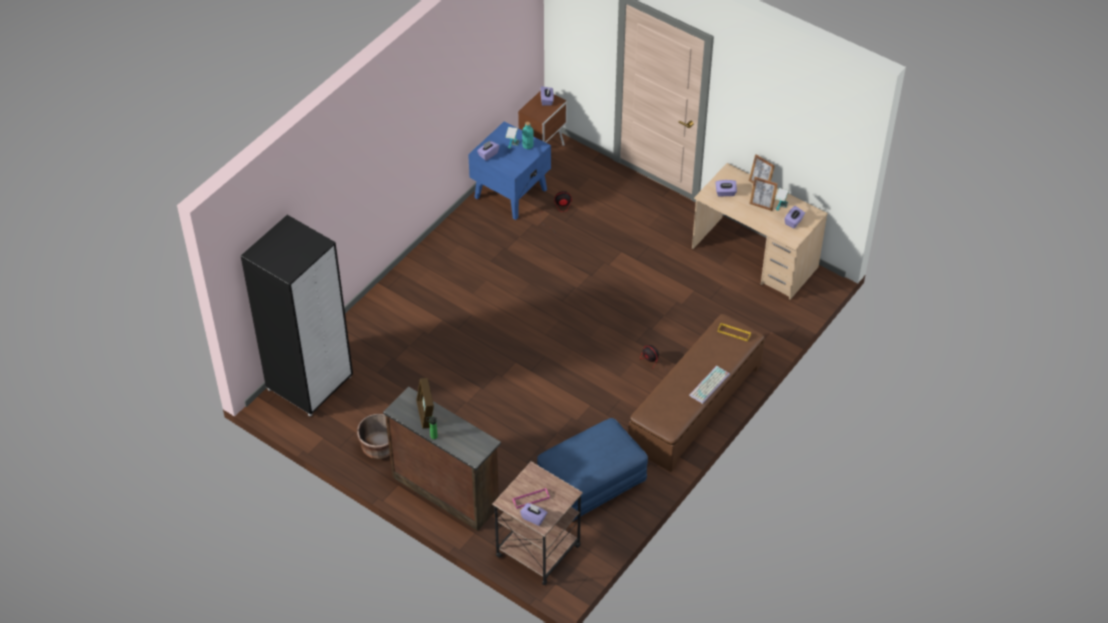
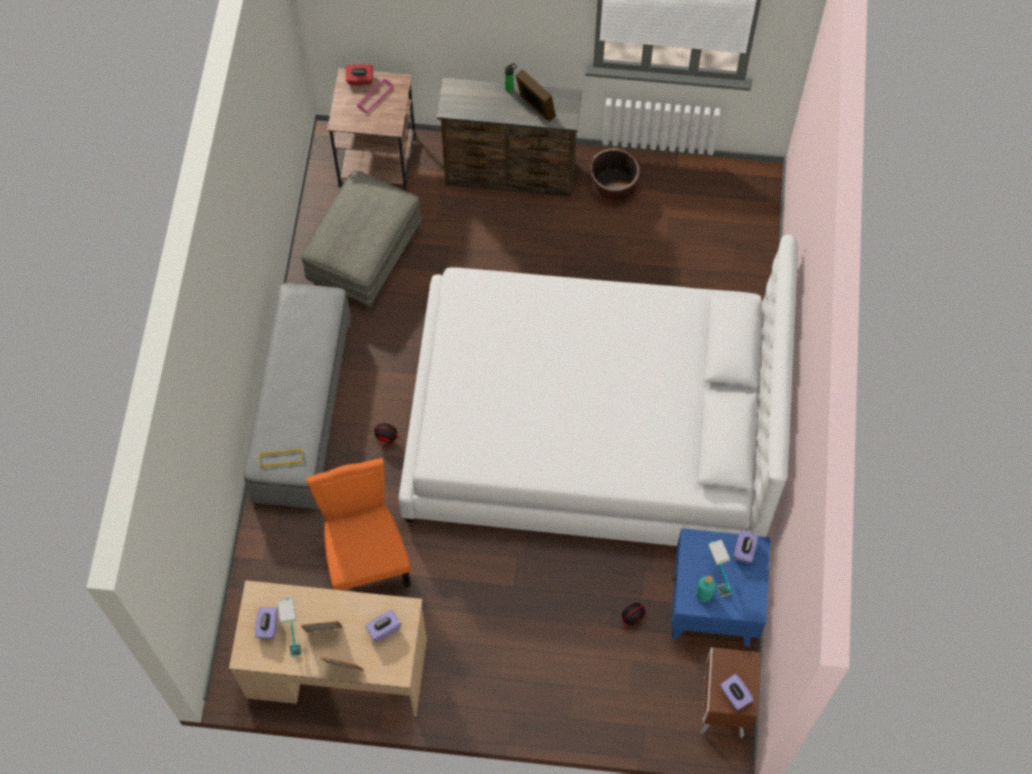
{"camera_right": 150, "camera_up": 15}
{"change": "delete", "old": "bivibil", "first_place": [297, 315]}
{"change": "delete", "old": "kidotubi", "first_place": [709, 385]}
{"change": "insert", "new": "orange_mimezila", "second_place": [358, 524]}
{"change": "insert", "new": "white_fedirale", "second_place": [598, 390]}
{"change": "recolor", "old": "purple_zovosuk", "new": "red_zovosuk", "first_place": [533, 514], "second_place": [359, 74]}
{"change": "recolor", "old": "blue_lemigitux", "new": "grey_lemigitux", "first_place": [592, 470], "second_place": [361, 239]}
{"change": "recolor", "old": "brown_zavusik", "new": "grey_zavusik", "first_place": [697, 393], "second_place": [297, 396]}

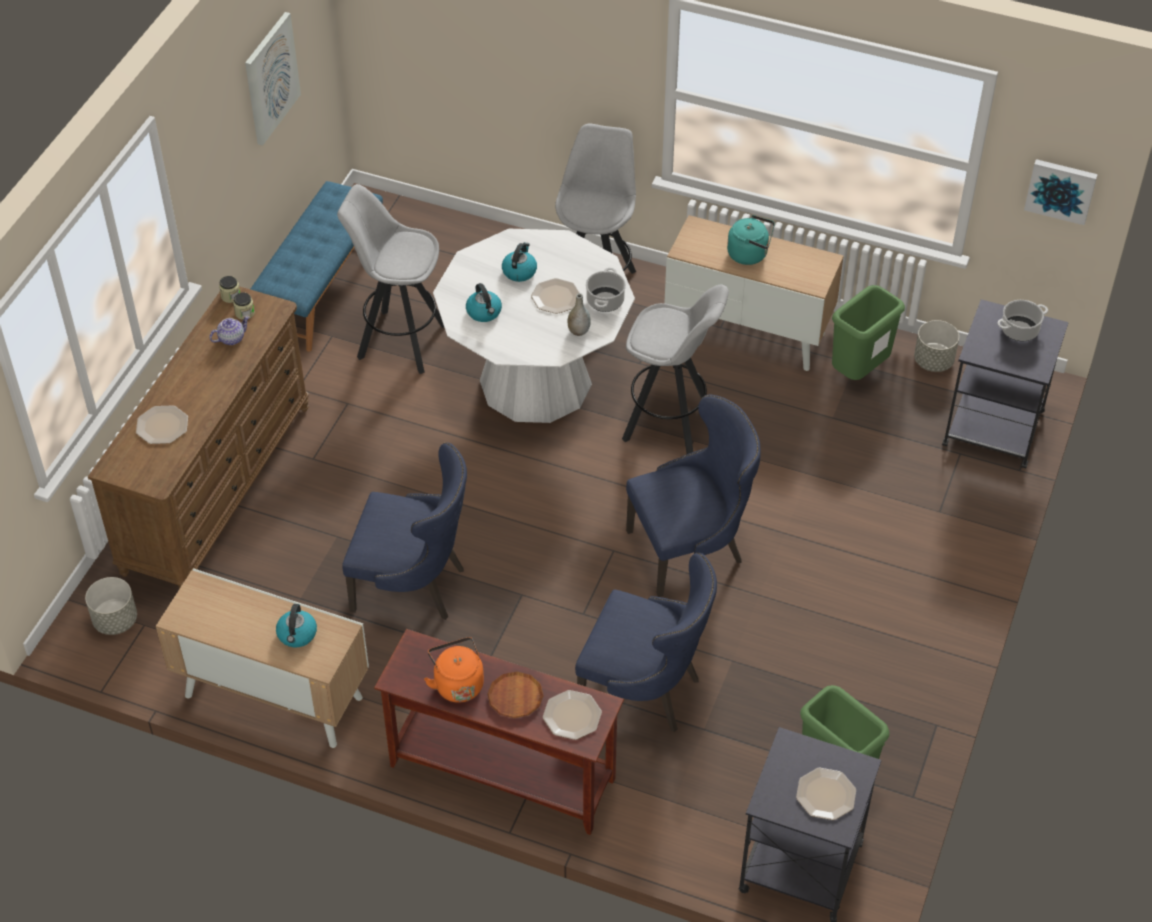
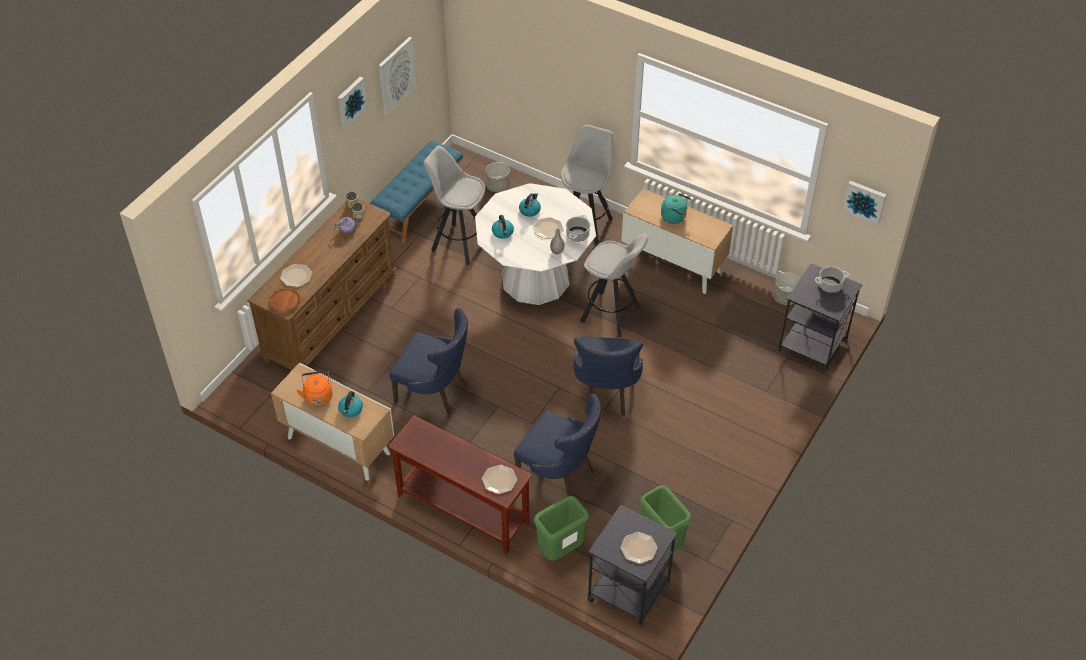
{"camera_right": 10, "camera_up": 0}
{"change": "insert", "new": "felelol", "second_place": [352, 102]}
{"change": "move", "old": "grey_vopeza", "first_place": [111, 606], "second_place": [498, 177]}
{"change": "move", "old": "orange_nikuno", "first_place": [454, 670], "second_place": [314, 388]}
{"change": "move", "old": "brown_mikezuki", "first_place": [515, 695], "second_place": [284, 300]}
{"change": "move", "old": "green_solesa", "first_place": [868, 332], "second_place": [561, 528]}
{"change": "rotate", "old": "blue_mimezila", "first_place": [693, 495], "second_place": [608, 376], "degrees": 105}

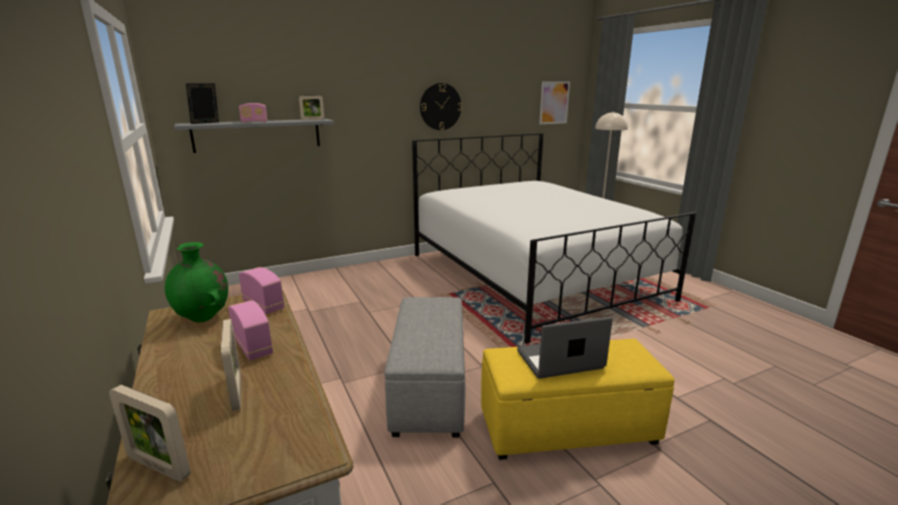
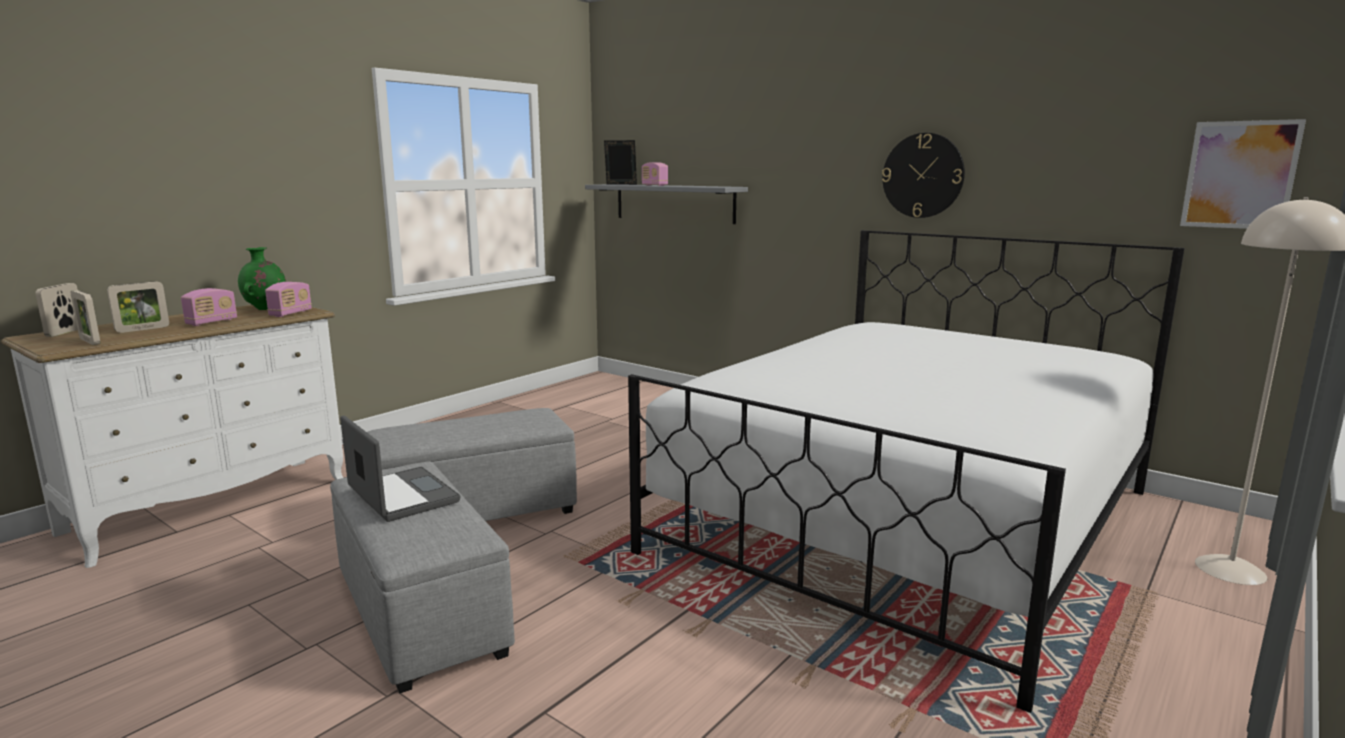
{"camera_right": 65, "camera_up": -5}
{"change": "move", "old": "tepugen", "first_place": [311, 108], "second_place": [85, 317]}
{"change": "recolor", "old": "yellow_lemigitux", "new": "grey_lemigitux", "first_place": [577, 399], "second_place": [422, 577]}

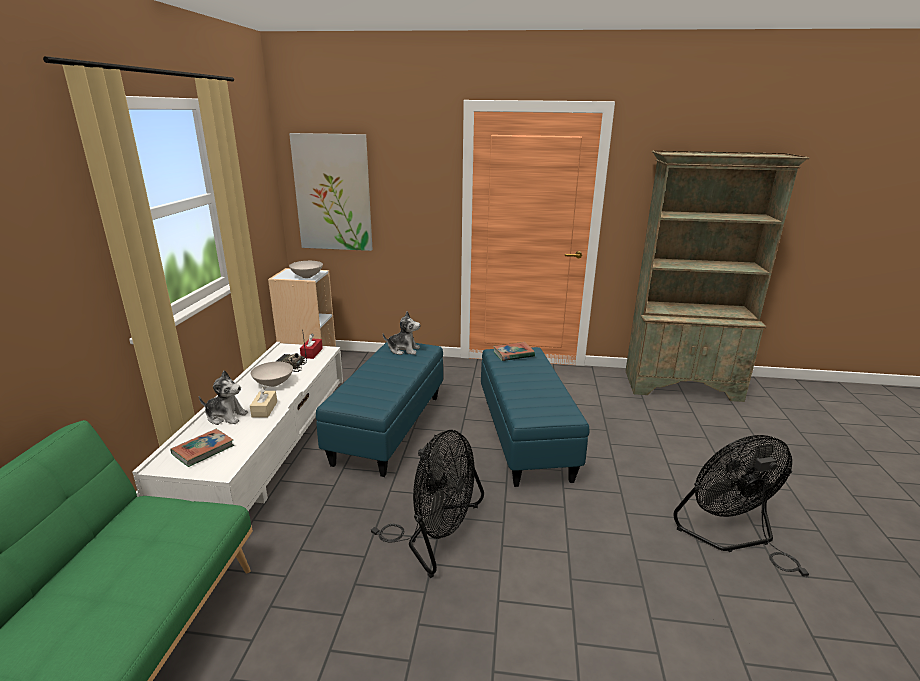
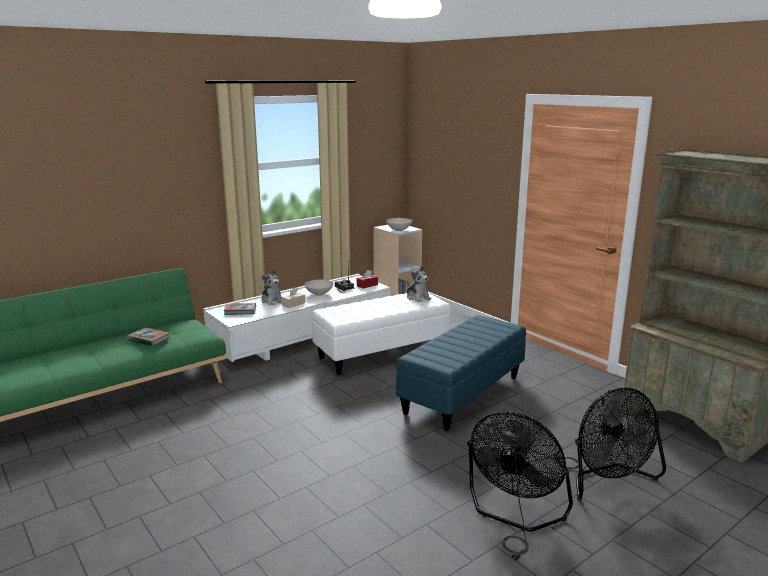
{"camera_right": 45, "camera_up": -5}
{"change": "delete", "old": "felelol", "first_place": [331, 192]}
{"change": "move", "old": "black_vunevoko", "first_place": [427, 504], "second_place": [609, 444]}
{"change": "move", "old": "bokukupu", "first_place": [514, 351], "second_place": [148, 337]}
{"change": "recolor", "old": "blue_lemigitux", "new": "white_lemigitux", "first_place": [379, 409], "second_place": [381, 334]}

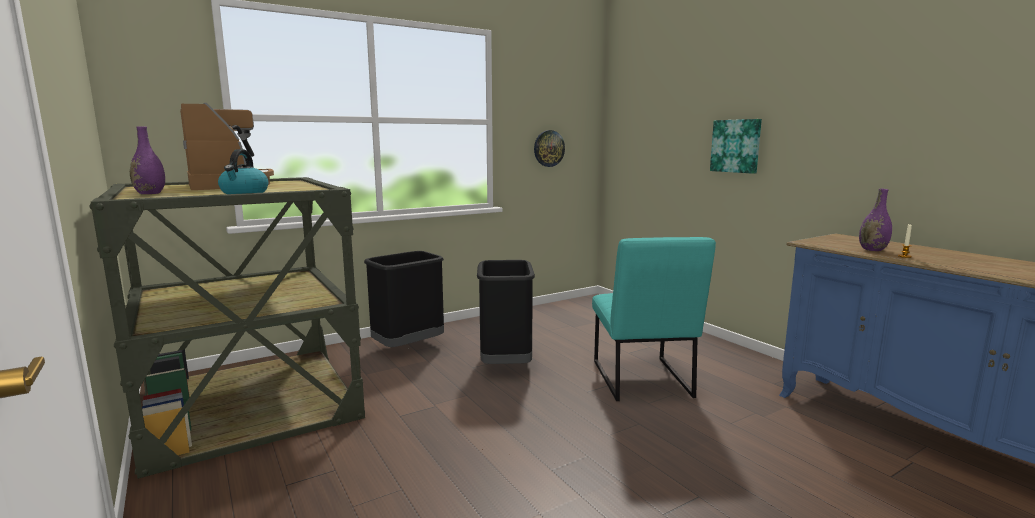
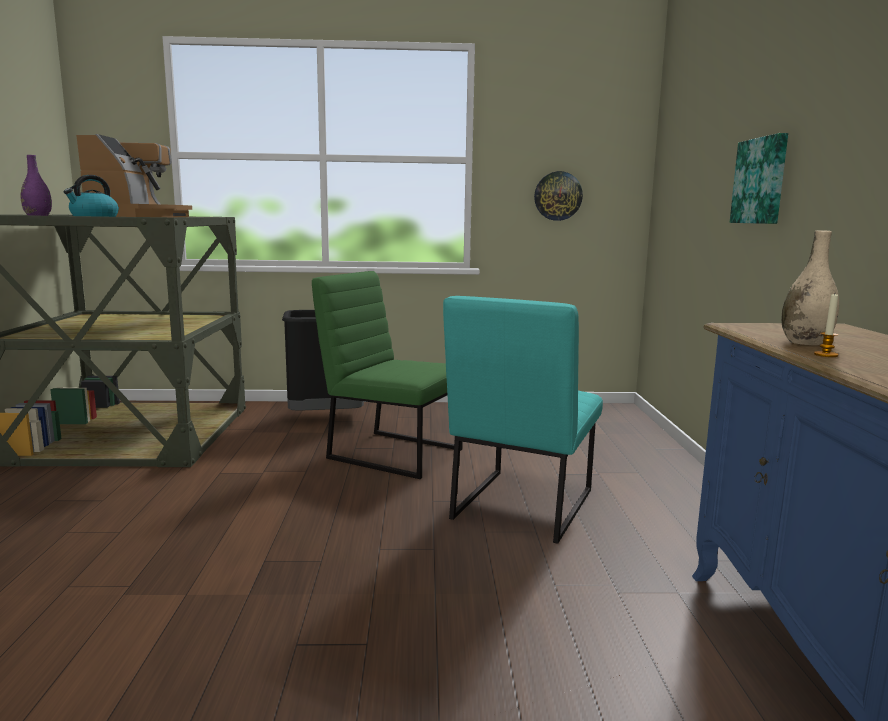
{"camera_right": 30, "camera_up": 0}
{"change": "replace", "old": "black_solesa", "new": "green_mimezila", "first_place": [506, 312], "second_place": [387, 375]}
{"change": "recolor", "old": "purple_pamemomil", "new": "beige_pamemomil", "first_place": [875, 220], "second_place": [810, 288]}

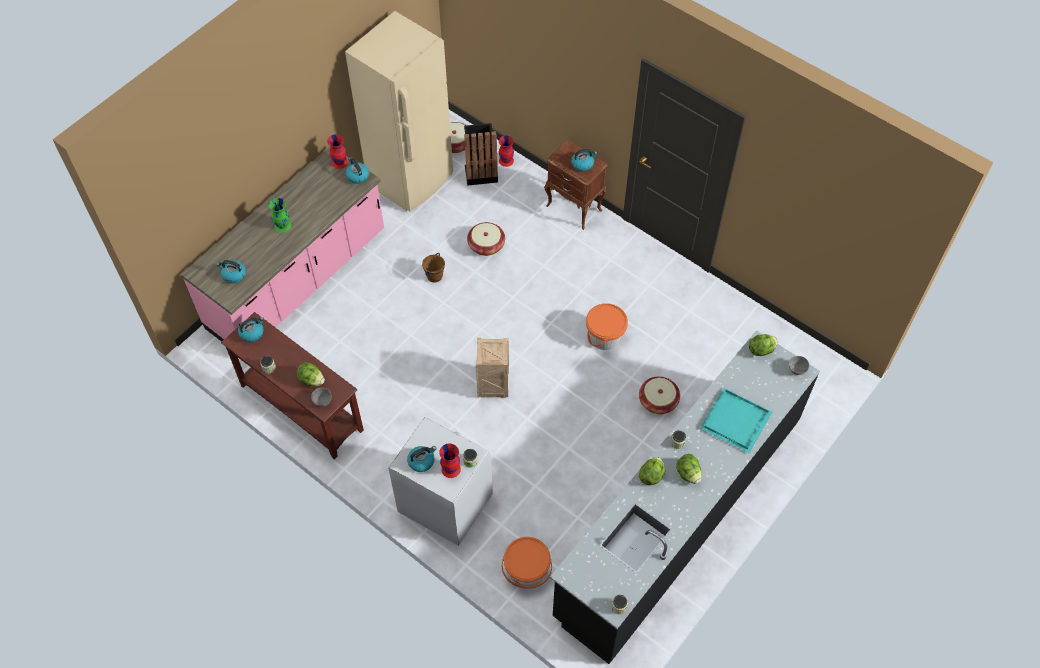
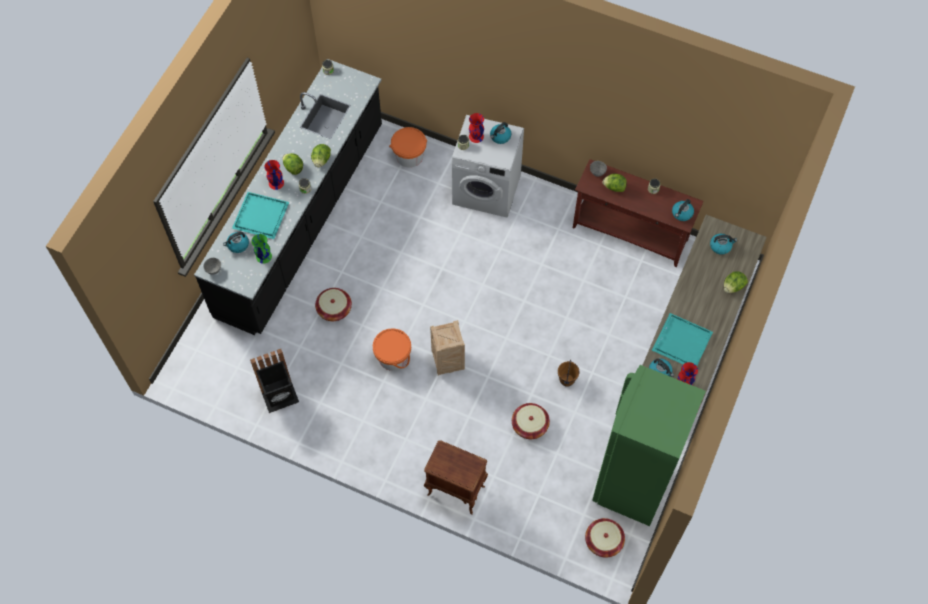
{"camera_right": 165, "camera_up": 5}
{"change": "insert", "new": "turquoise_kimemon", "second_place": [682, 339]}
{"change": "move", "old": "green_pamemomil", "first_place": [279, 215], "second_place": [261, 249]}
{"change": "move", "old": "black_solesa", "first_place": [481, 154], "second_place": [274, 381]}
{"change": "move", "old": "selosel", "first_place": [492, 368], "second_place": [447, 348]}
{"change": "move", "old": "red_pamemomil", "first_place": [506, 151], "second_place": [274, 175]}
{"change": "move", "old": "nikuno", "first_place": [584, 160], "second_place": [236, 242]}
{"change": "move", "old": "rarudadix", "first_place": [763, 345], "second_place": [736, 282]}
{"change": "recolor", "old": "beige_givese", "new": "green_givese", "first_place": [399, 111], "second_place": [649, 445]}

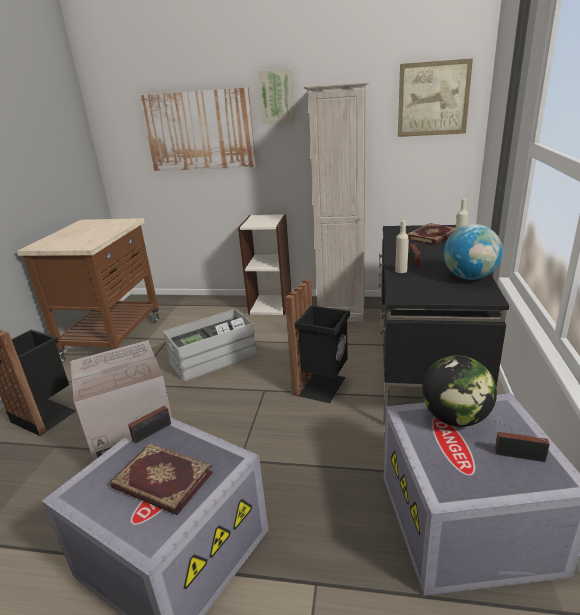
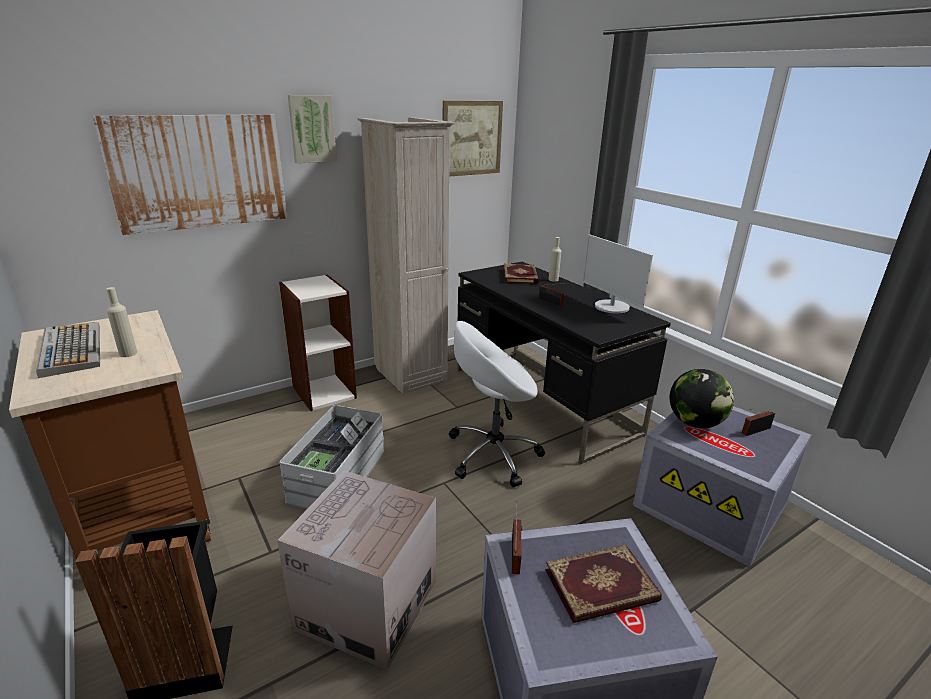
{"camera_right": -45, "camera_up": 0}
{"change": "insert", "new": "kidotubi", "second_place": [68, 350]}
{"change": "move", "old": "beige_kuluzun", "first_place": [402, 246], "second_place": [121, 322]}
{"change": "replace", "old": "black_solesa", "new": "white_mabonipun", "first_place": [317, 341], "second_place": [497, 404]}
{"change": "replace", "old": "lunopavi", "new": "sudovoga", "first_place": [473, 252], "second_place": [617, 274]}

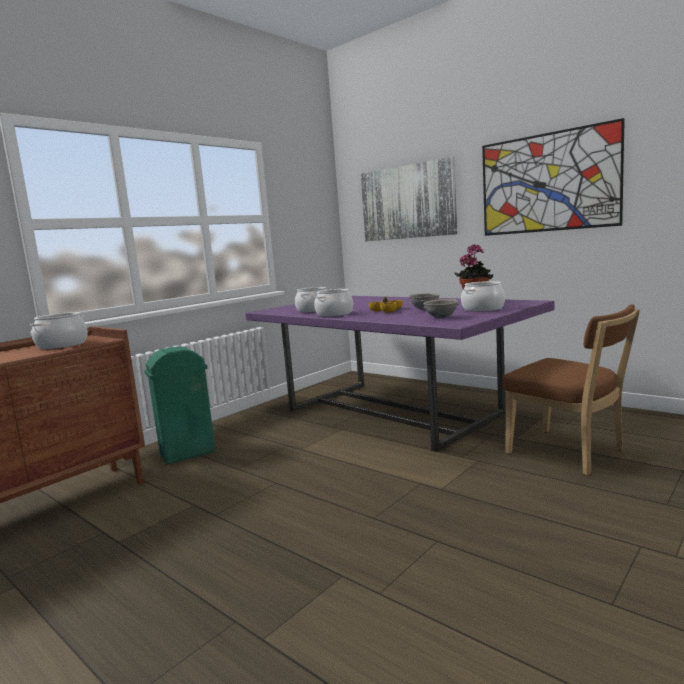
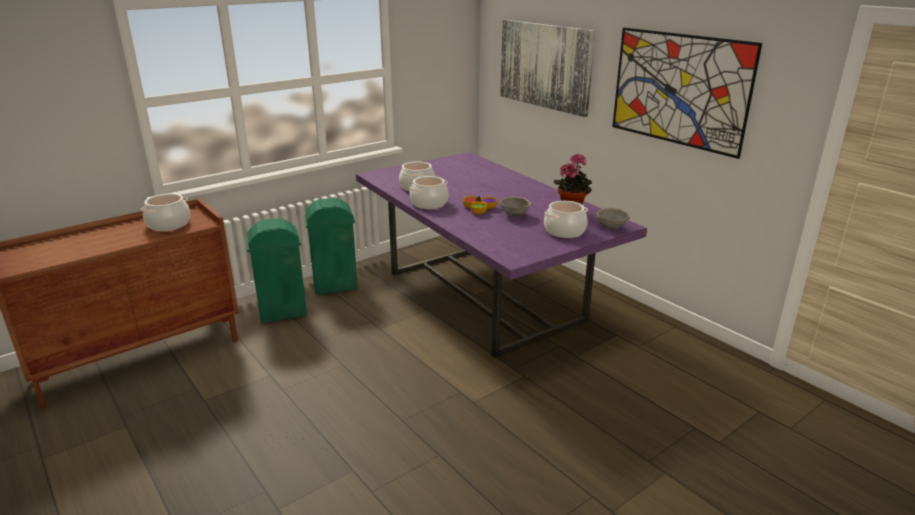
{"camera_right": 10, "camera_up": 15}
{"change": "delete", "old": "brown_mimezila", "first_place": [571, 389]}
{"change": "insert", "new": "green_solesa", "second_place": [331, 246]}
{"change": "move", "old": "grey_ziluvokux", "first_place": [441, 308], "second_place": [613, 218]}

